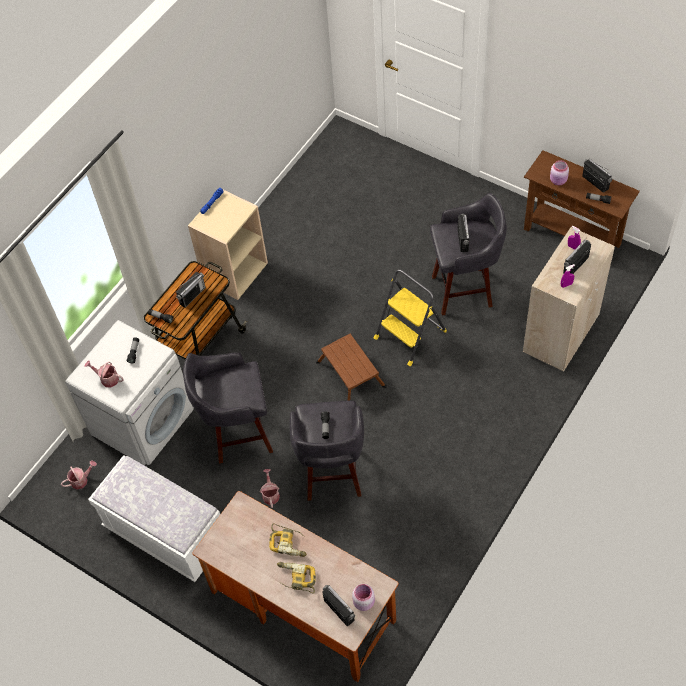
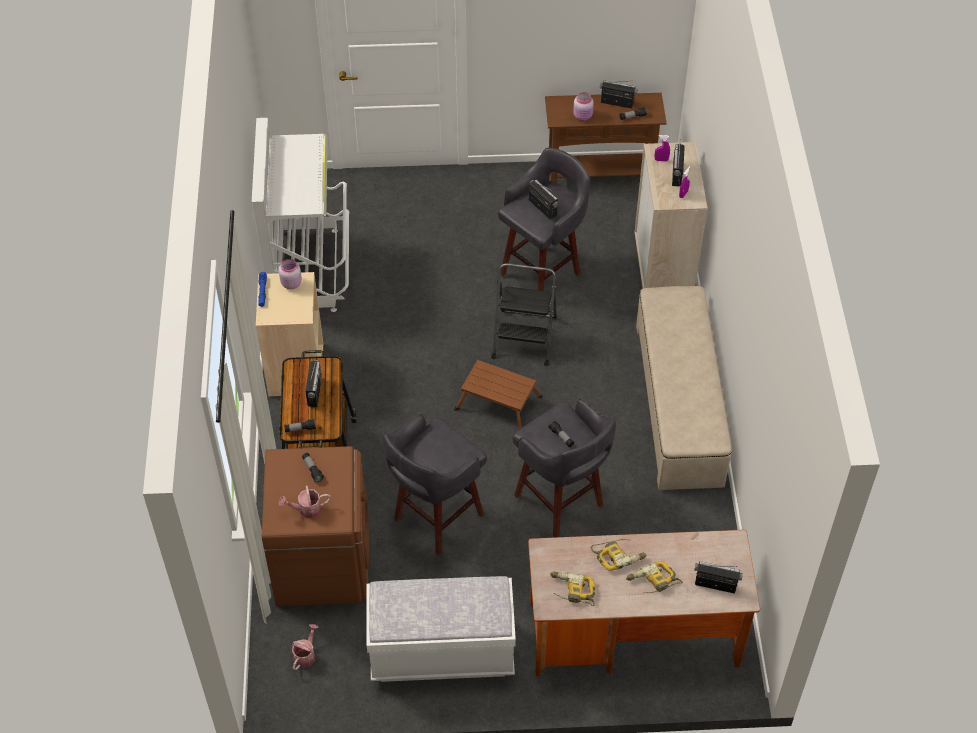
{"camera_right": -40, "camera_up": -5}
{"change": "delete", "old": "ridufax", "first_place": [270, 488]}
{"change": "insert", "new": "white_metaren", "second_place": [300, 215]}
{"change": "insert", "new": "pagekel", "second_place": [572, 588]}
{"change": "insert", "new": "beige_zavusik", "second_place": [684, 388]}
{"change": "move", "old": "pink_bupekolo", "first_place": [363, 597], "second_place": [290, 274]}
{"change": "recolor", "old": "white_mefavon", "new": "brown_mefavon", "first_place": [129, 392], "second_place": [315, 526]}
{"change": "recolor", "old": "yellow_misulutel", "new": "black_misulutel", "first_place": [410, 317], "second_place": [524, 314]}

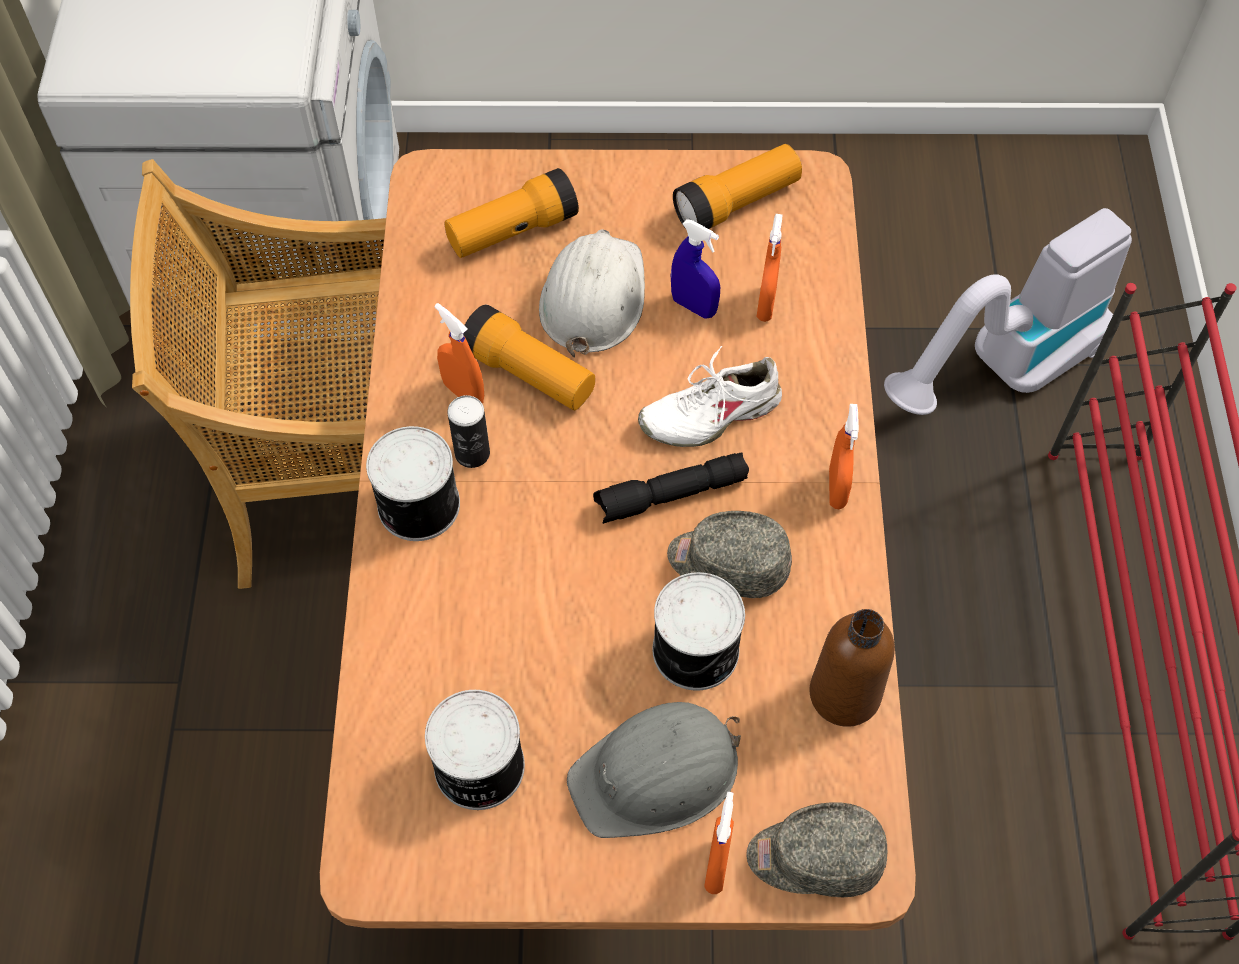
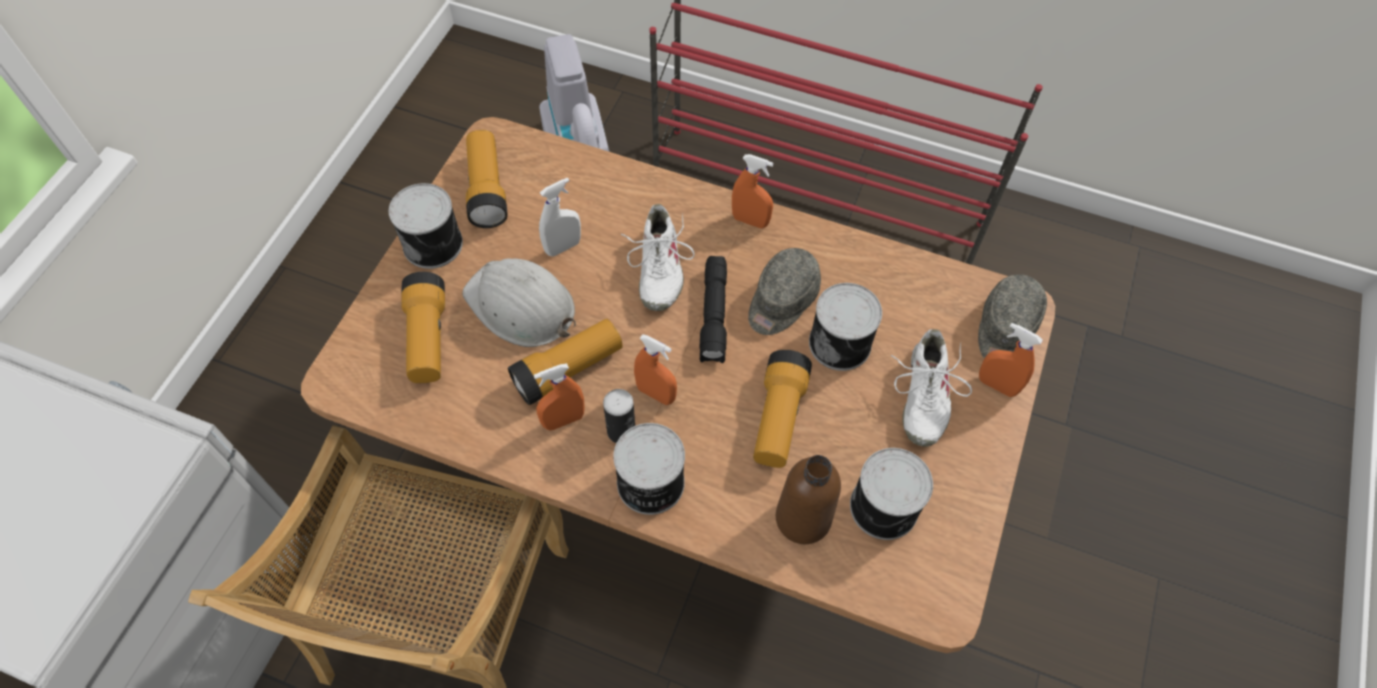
{"camera_right": -70, "camera_up": 0}
{"change": "insert", "new": "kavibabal", "second_place": [426, 226]}
{"change": "insert", "new": "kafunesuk", "second_place": [782, 409]}
{"change": "move", "old": "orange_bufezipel", "first_place": [769, 268], "second_place": [655, 369]}
{"change": "move", "old": "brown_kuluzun", "first_place": [852, 668], "second_place": [808, 499]}
{"change": "replace", "old": "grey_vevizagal", "new": "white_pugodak", "first_place": [654, 770], "second_place": [931, 388]}
{"change": "recolor", "old": "blue_bufezipel", "new": "white_bufezipel", "first_place": [695, 269], "second_place": [560, 217]}

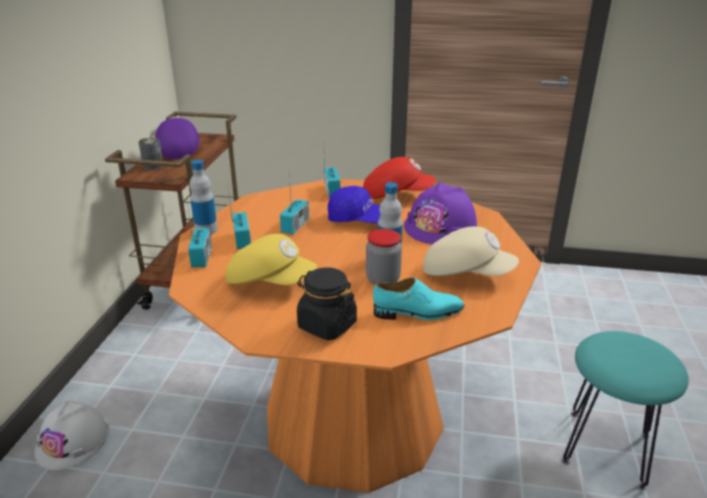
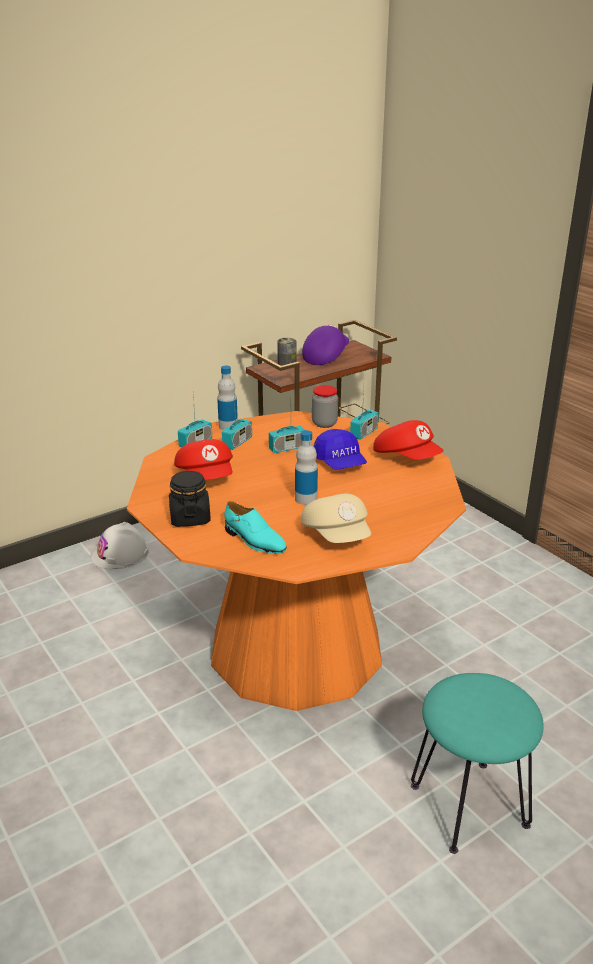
{"camera_right": 45, "camera_up": 0}
{"change": "delete", "old": "purple_vevizagal", "first_place": [440, 213]}
{"change": "move", "old": "bupekolo", "first_place": [384, 257], "second_place": [325, 406]}
{"change": "recolor", "old": "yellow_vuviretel", "new": "red_vuviretel", "first_place": [271, 259], "second_place": [203, 459]}

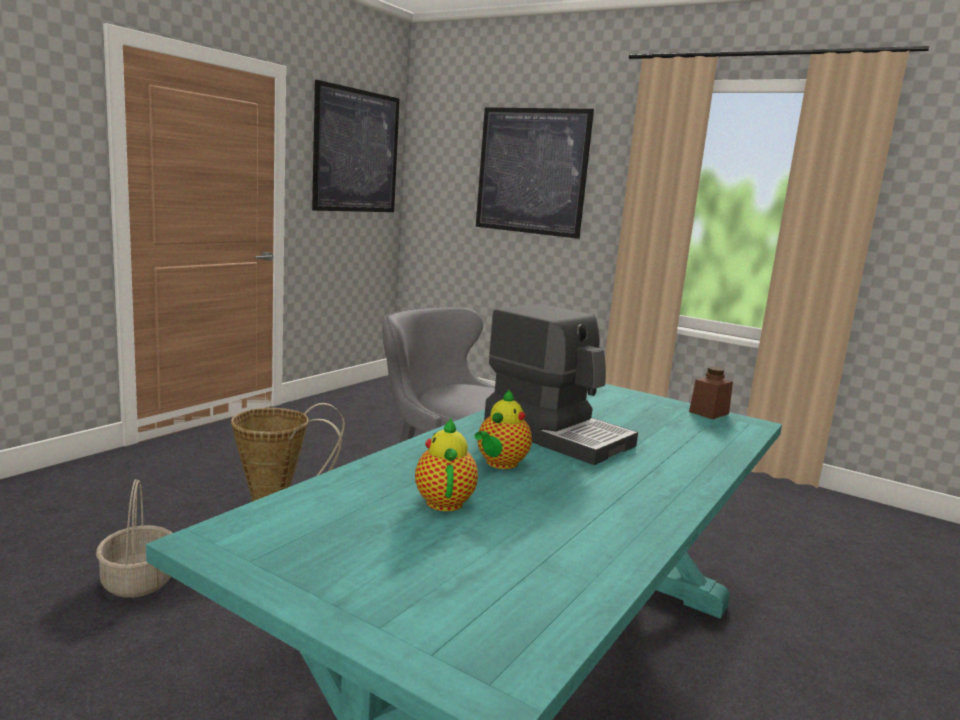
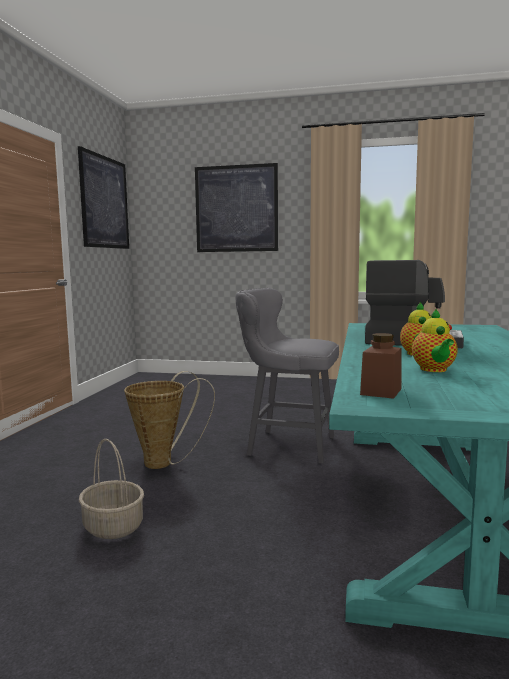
{"camera_right": -20, "camera_up": -5}
{"change": "move", "old": "brown_bupekolo", "first_place": [711, 393], "second_place": [381, 366]}
{"change": "rotate", "old": "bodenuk", "first_place": [446, 464], "second_place": [435, 340], "degrees": -150}

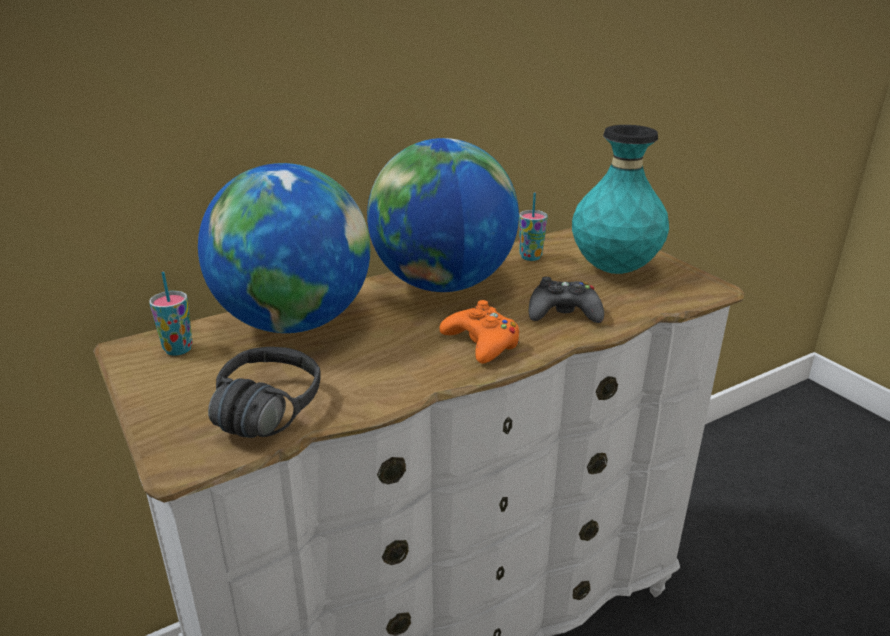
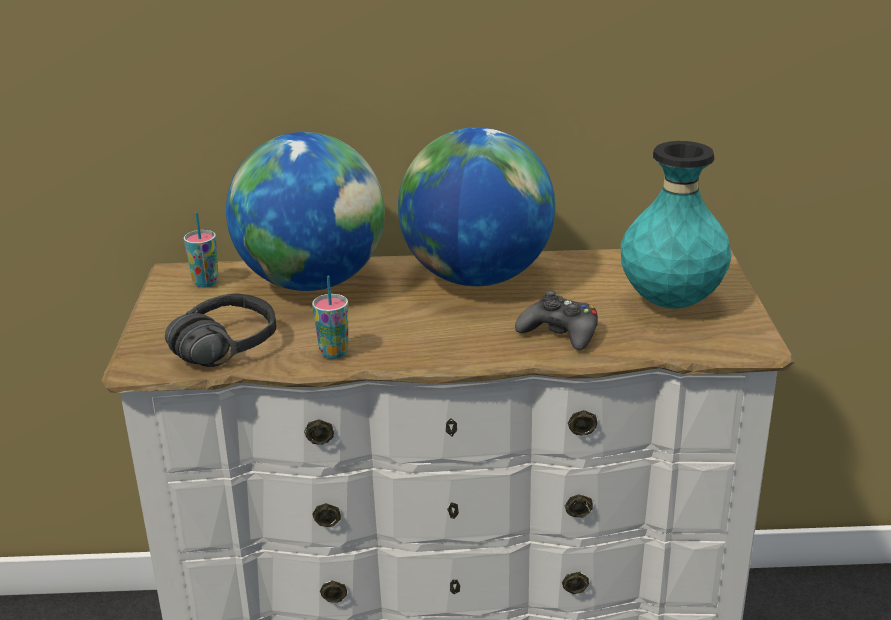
{"camera_right": 30, "camera_up": 0}
{"change": "delete", "old": "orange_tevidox", "first_place": [479, 332]}
{"change": "move", "old": "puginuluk", "first_place": [533, 227], "second_place": [330, 317]}

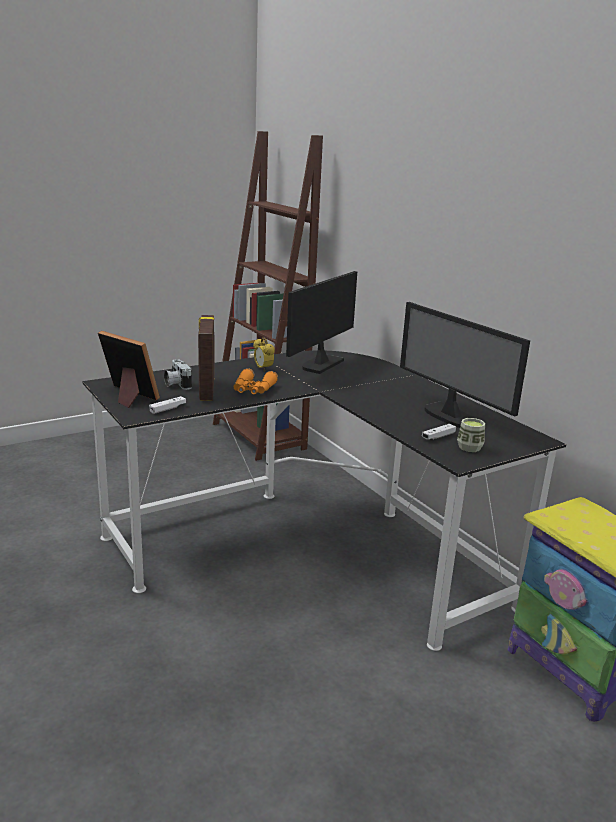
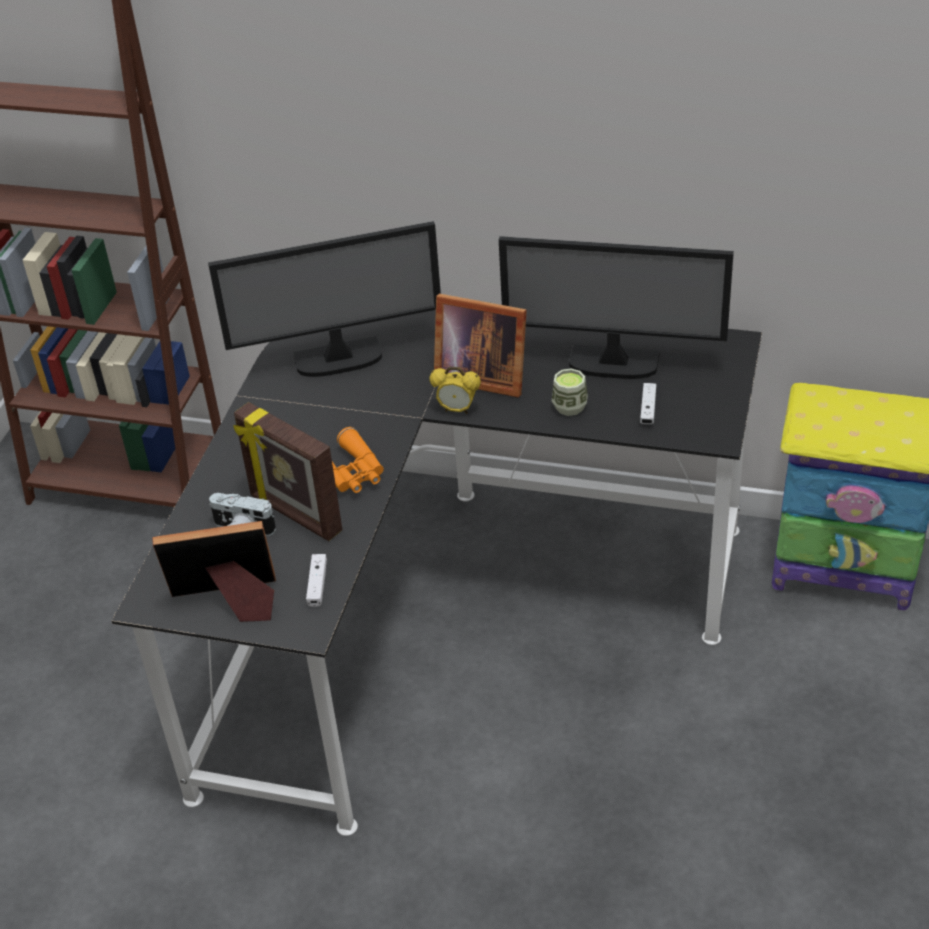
{"camera_right": -40, "camera_up": 20}
{"change": "insert", "new": "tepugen", "second_place": [480, 346]}
{"change": "move", "old": "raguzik", "first_place": [264, 355], "second_place": [455, 390]}
{"change": "move", "old": "puginuluk", "first_place": [471, 435], "second_place": [570, 392]}
{"change": "rotate", "old": "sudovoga", "first_place": [321, 322], "second_place": [324, 299], "degrees": -90}

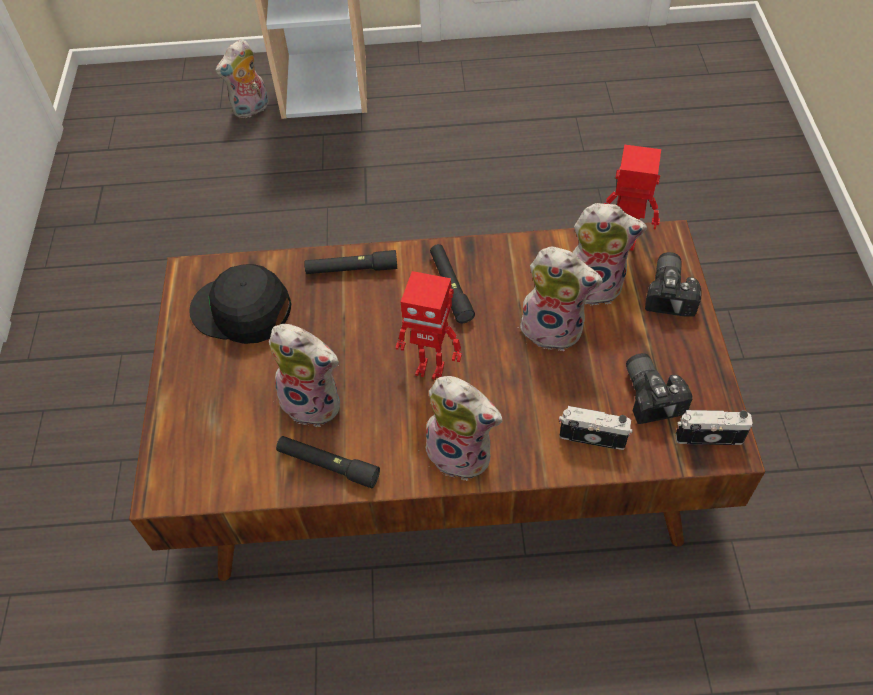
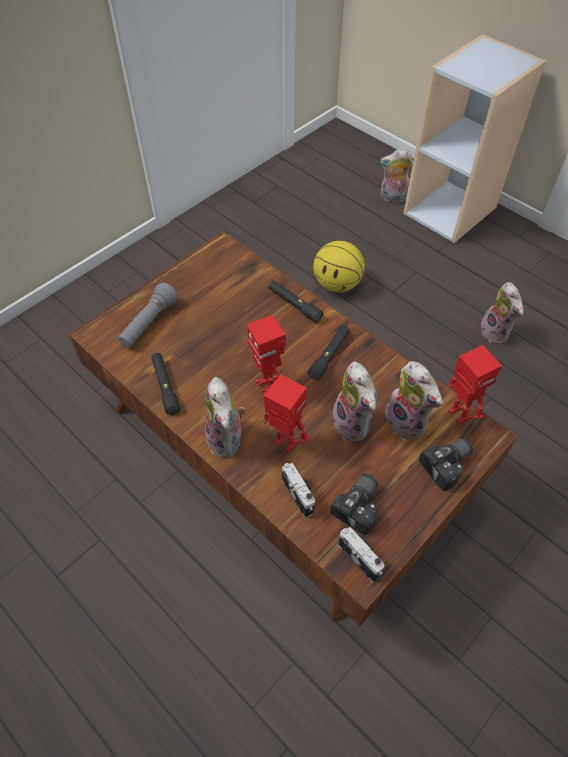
{"camera_right": 45, "camera_up": 0}
{"change": "delete", "old": "black_vuviretel", "first_place": [240, 304]}
{"change": "insert", "new": "grey_kafunesuk", "second_place": [148, 315]}
{"change": "insert", "new": "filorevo", "second_place": [286, 413]}
{"change": "insert", "new": "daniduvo", "second_place": [339, 267]}
{"change": "move", "old": "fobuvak", "first_place": [304, 375], "second_place": [502, 313]}

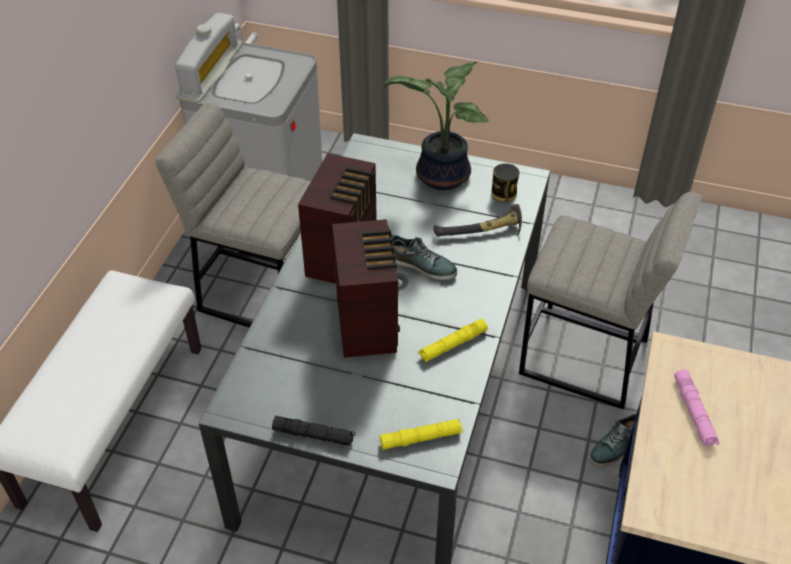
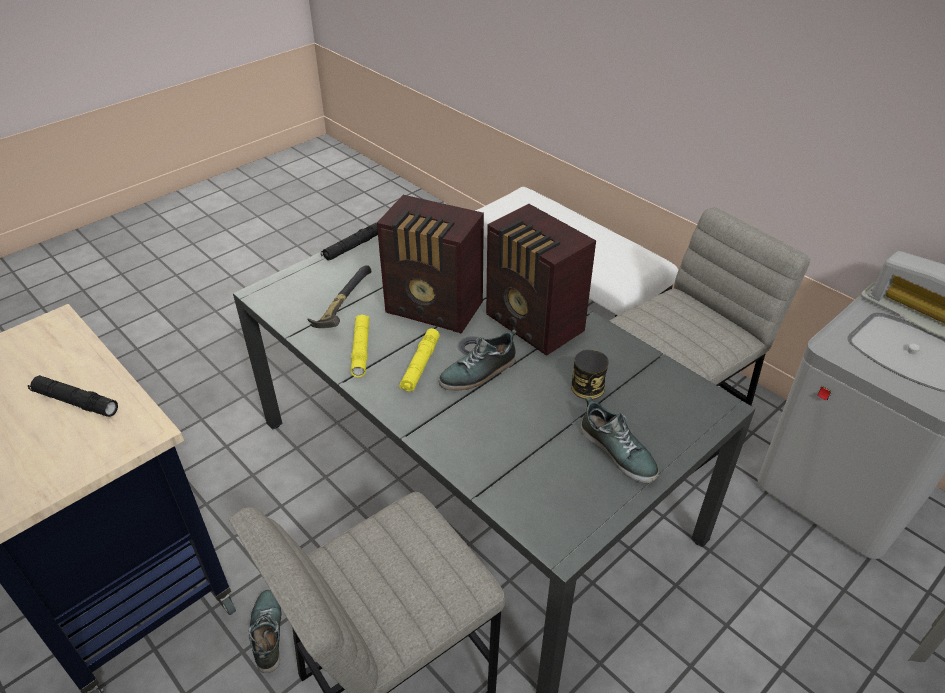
{"camera_right": 120, "camera_up": -5}
{"change": "move", "old": "yellow_kafunesuk", "first_place": [421, 434], "second_place": [419, 359]}
{"change": "move", "old": "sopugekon", "first_place": [477, 220], "second_place": [339, 296]}
{"change": "move", "old": "kavibabal", "first_place": [505, 182], "second_place": [590, 375]}
{"change": "replace", "old": "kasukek", "new": "pugodak", "first_place": [436, 125], "second_place": [619, 440]}
{"change": "recolor", "old": "pink_kafunesuk", "new": "black_kafunesuk", "first_place": [696, 408], "second_place": [73, 396]}

